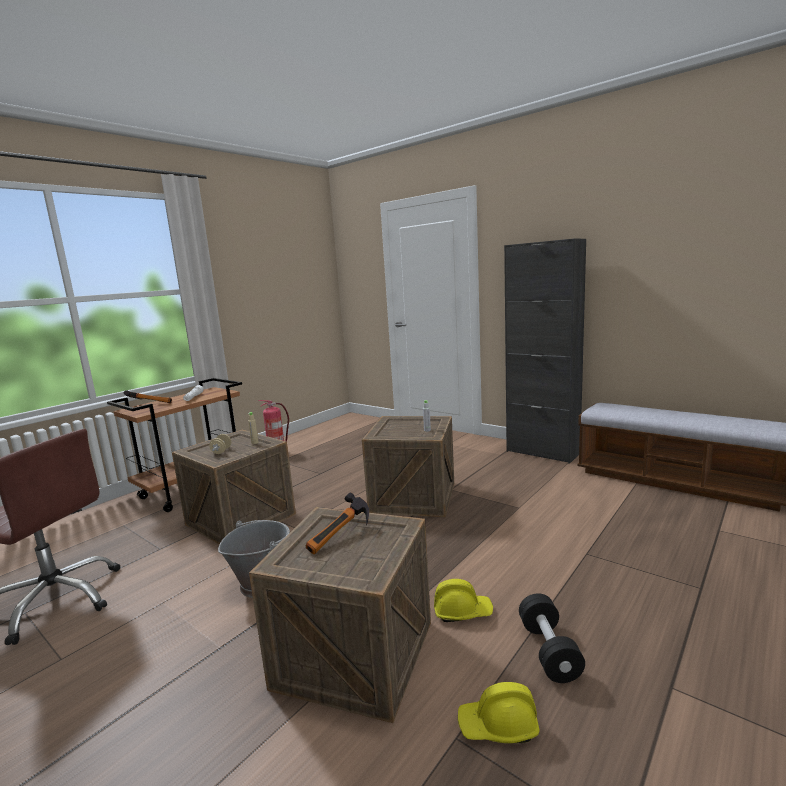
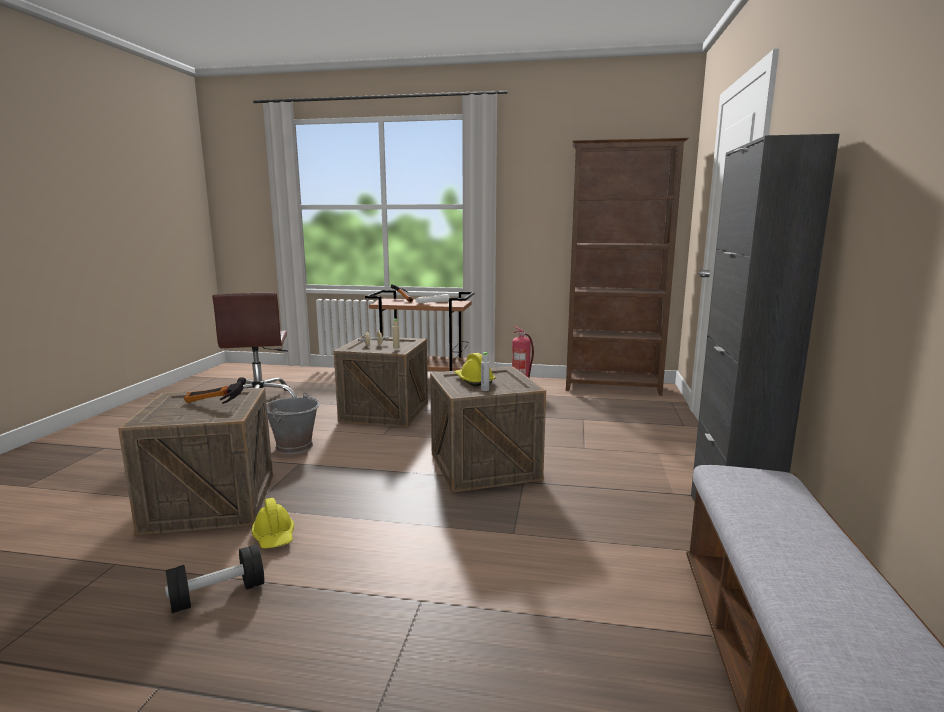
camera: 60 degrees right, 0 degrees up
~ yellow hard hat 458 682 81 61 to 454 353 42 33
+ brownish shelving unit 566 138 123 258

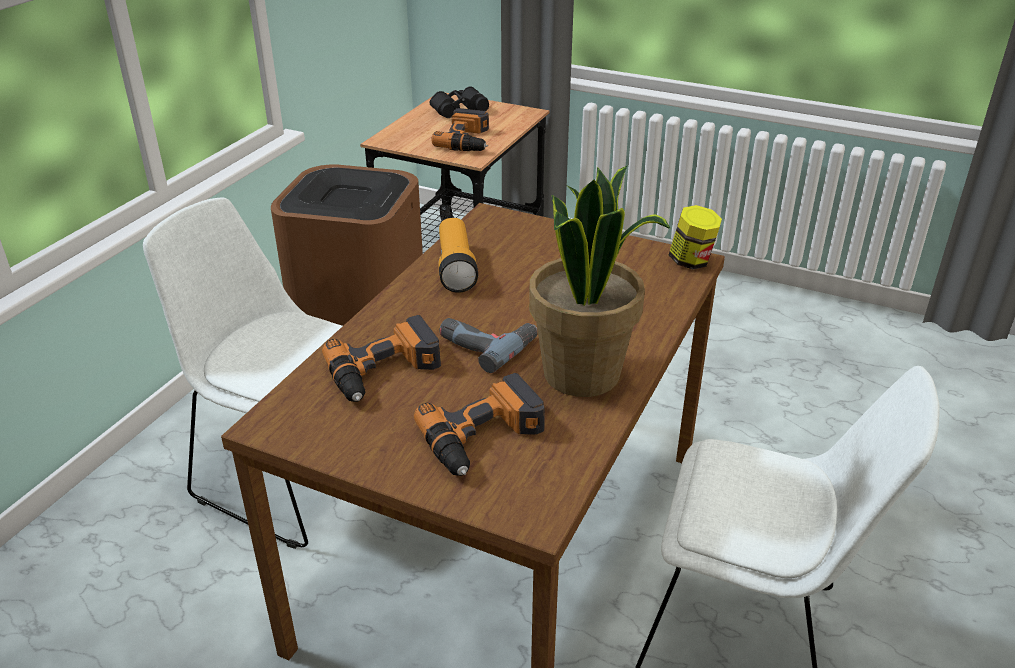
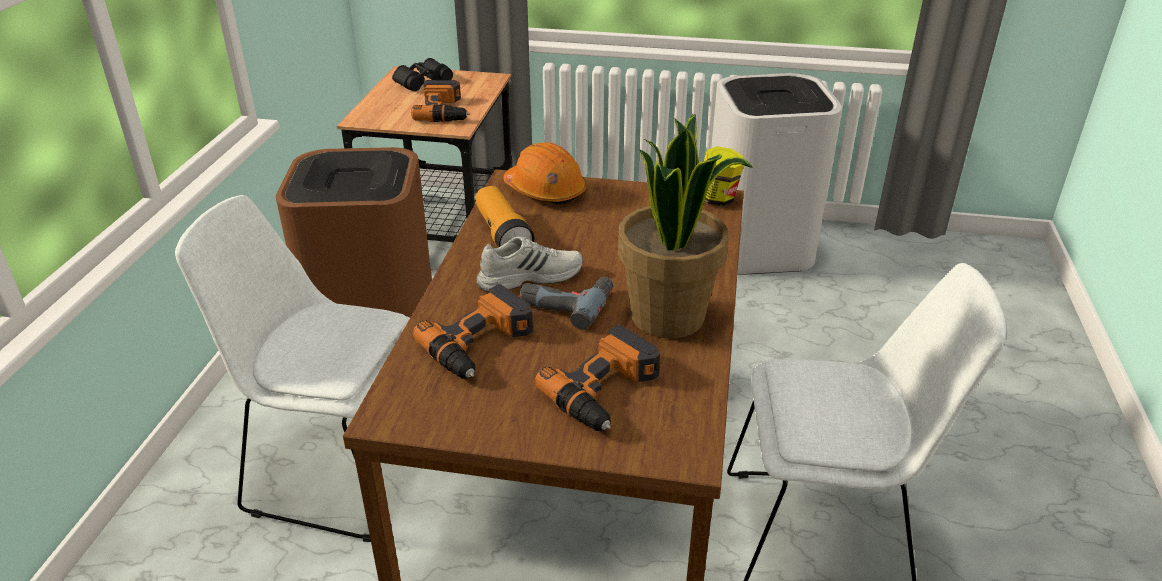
camera: 15 degrees left, 0 degrees up
+ white shoe 477 236 106 55
+ orange hard hat 503 142 83 63
+ white rubbish bin 711 73 131 202

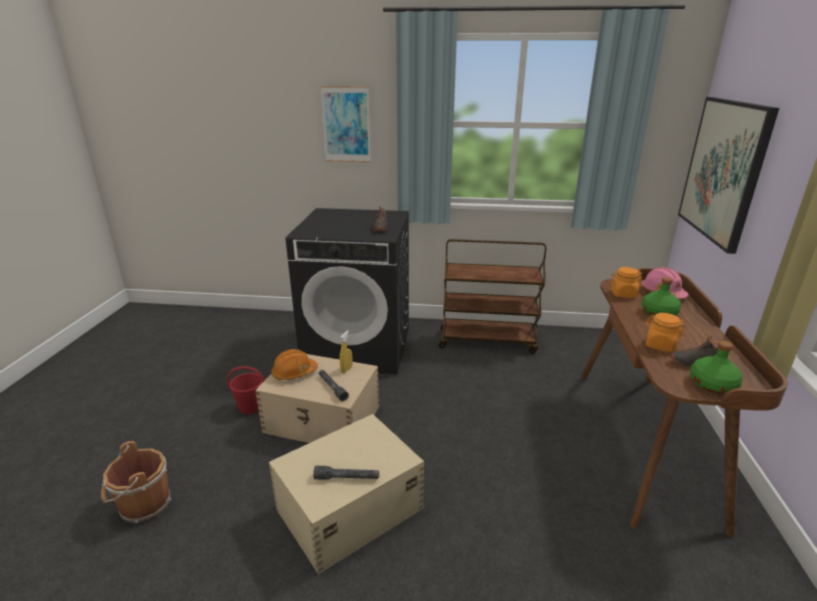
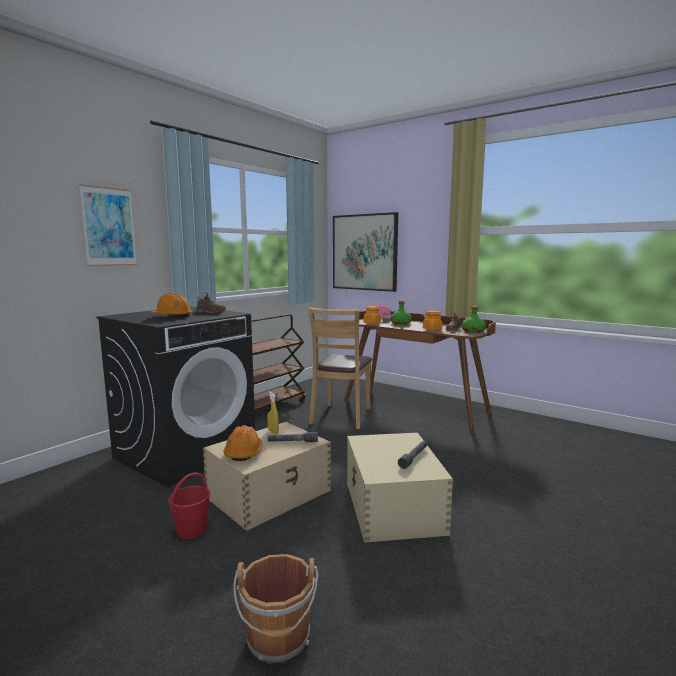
camera: 60 degrees left, 15 degrees down
+ orange hard hat 151 293 42 25
+ brownish plain chair 308 308 64 121

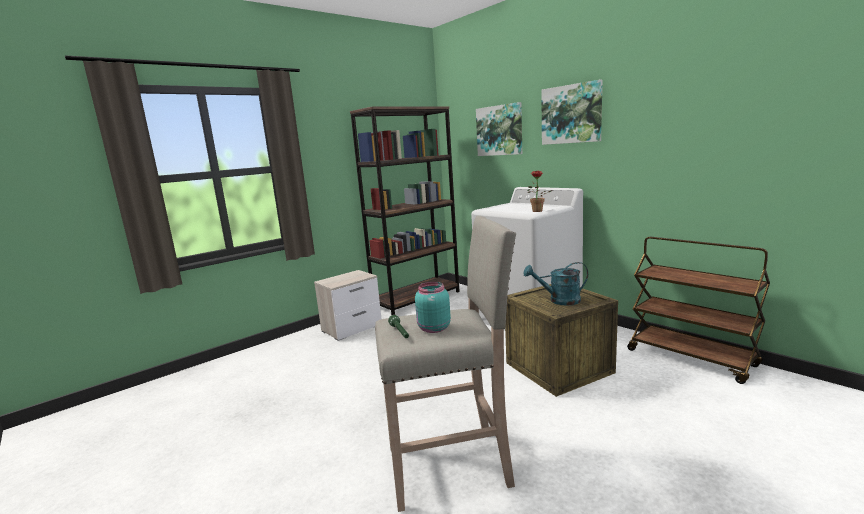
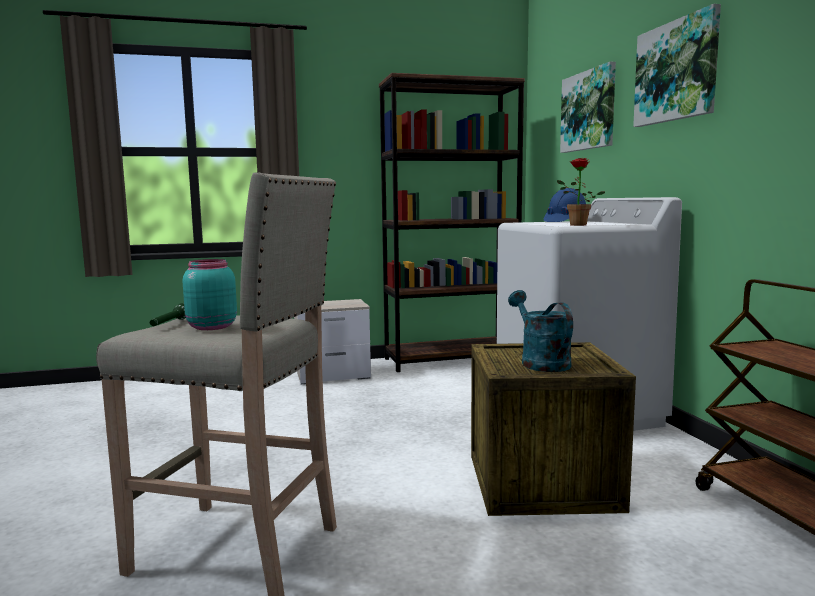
camera: 25 degrees right, 5 degrees down
~ turquoise watering can 524 262 64 44 = 508 290 65 82 45 degrees clockwise
+ blue hard hat 544 188 42 34

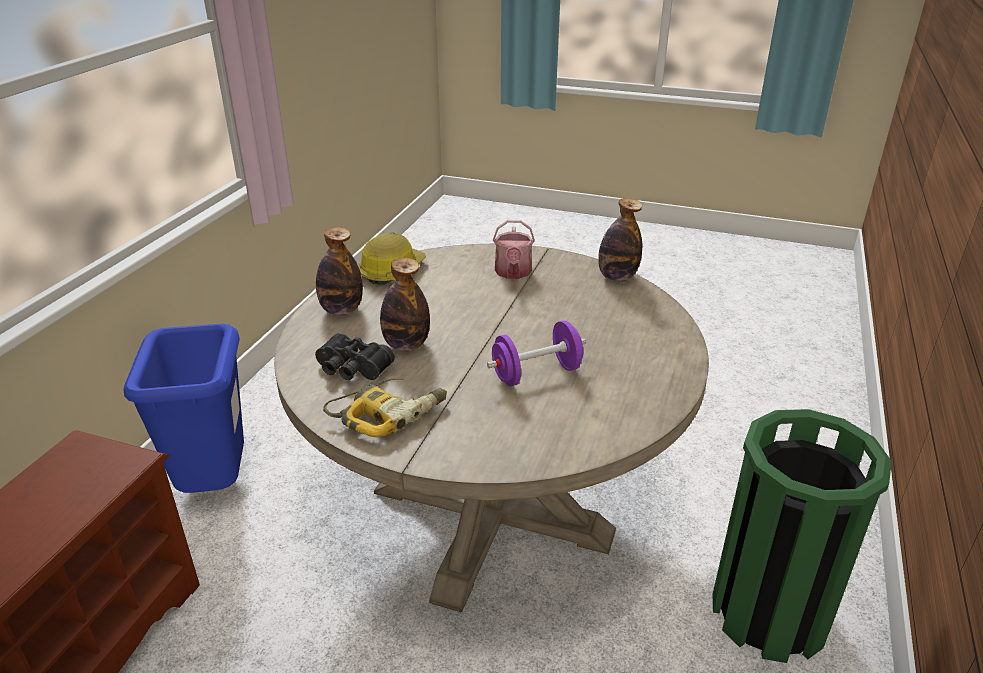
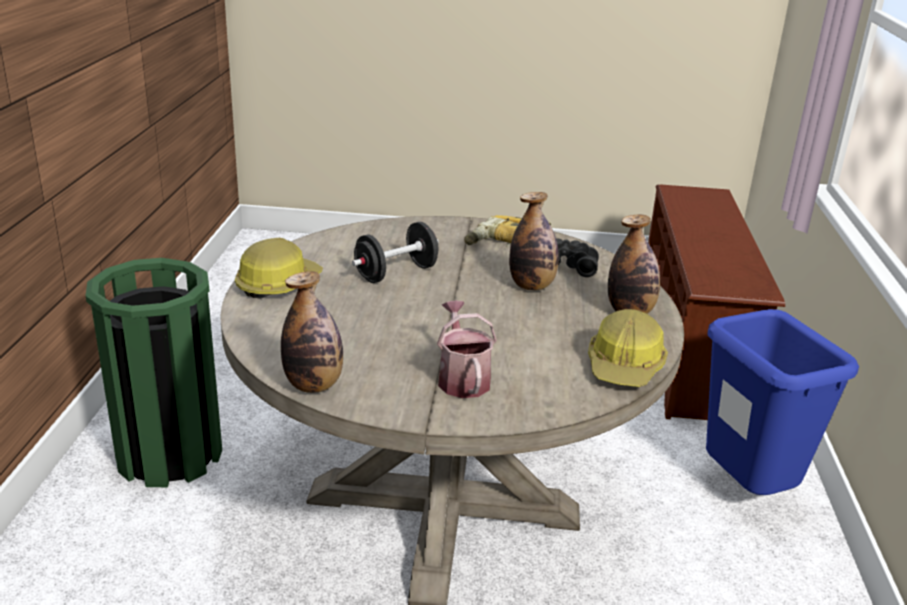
camera: 165 degrees right, 5 degrees down
~ purple hand weight 487 321 99 66 to black hand weight 352 222 87 61
+ hard hat 235 238 88 61

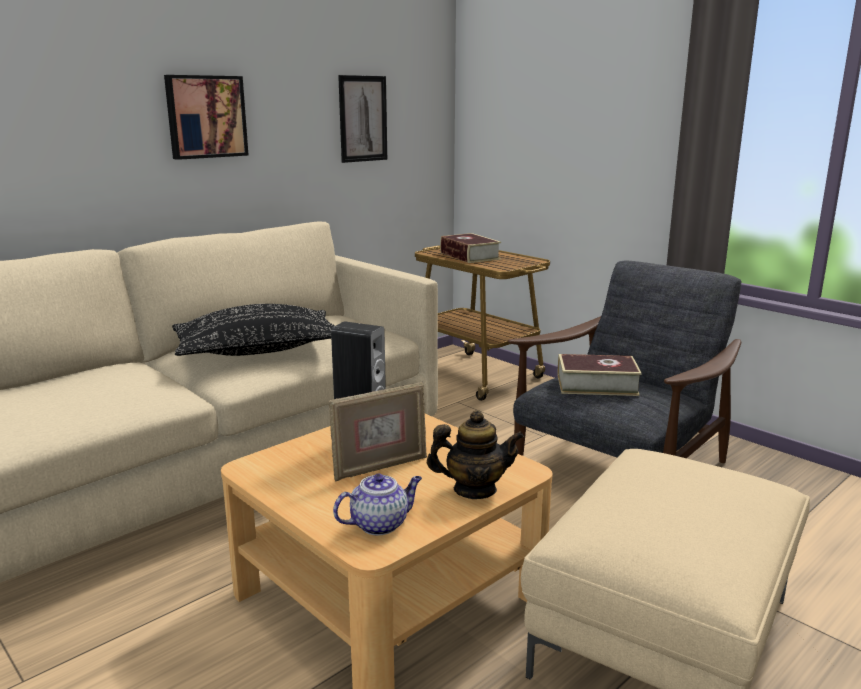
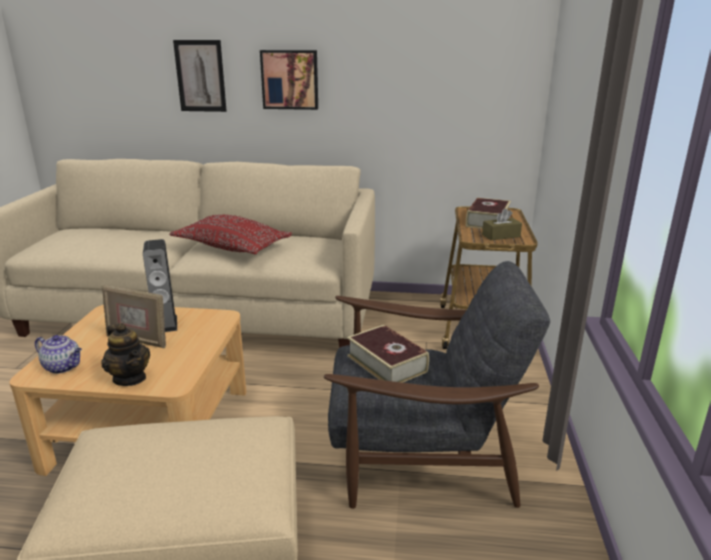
camera: 50 degrees right, 5 degrees up
~ black throw pillow 172 304 163 52 to red-coloured throw pillow 169 215 123 39
~ wall picture 338 75 49 88 to 173 40 54 72
+ brownish tissue box 482 209 40 31

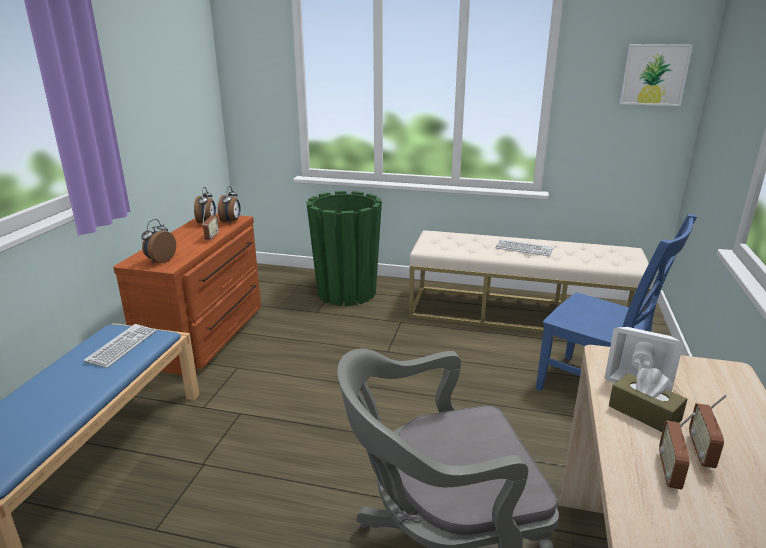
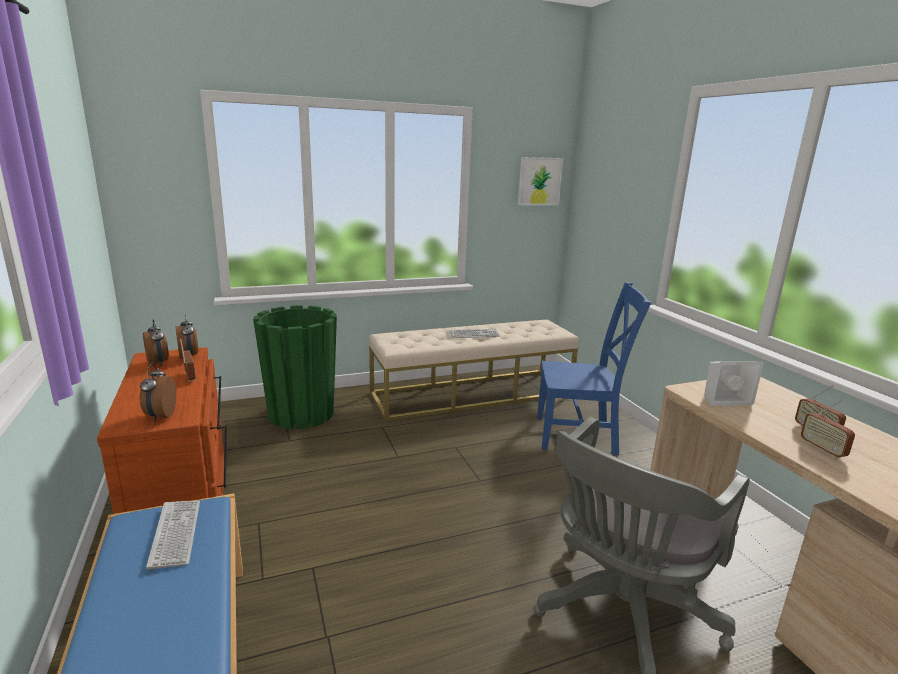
camera: 35 degrees left, 5 degrees down
- brownish tissue box 609 368 78 64

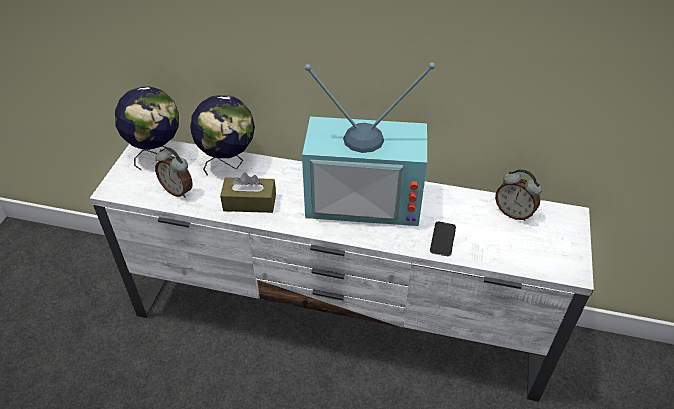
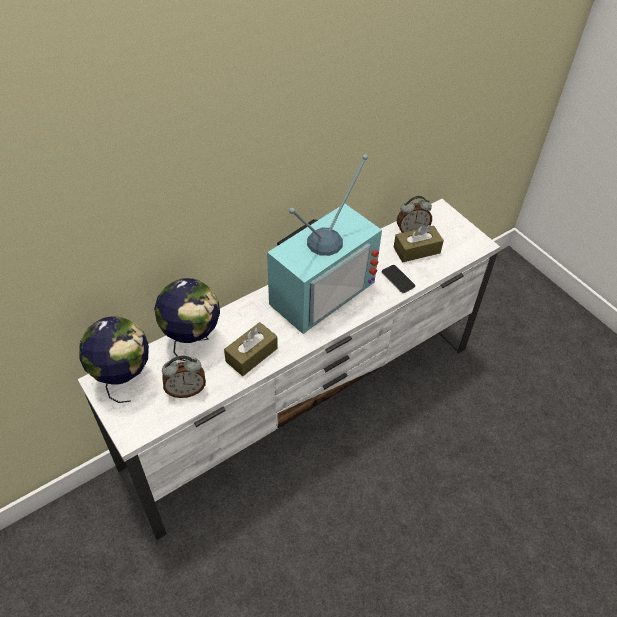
camera: 50 degrees left, 5 degrees up
+ brownish tissue box 393 225 51 37

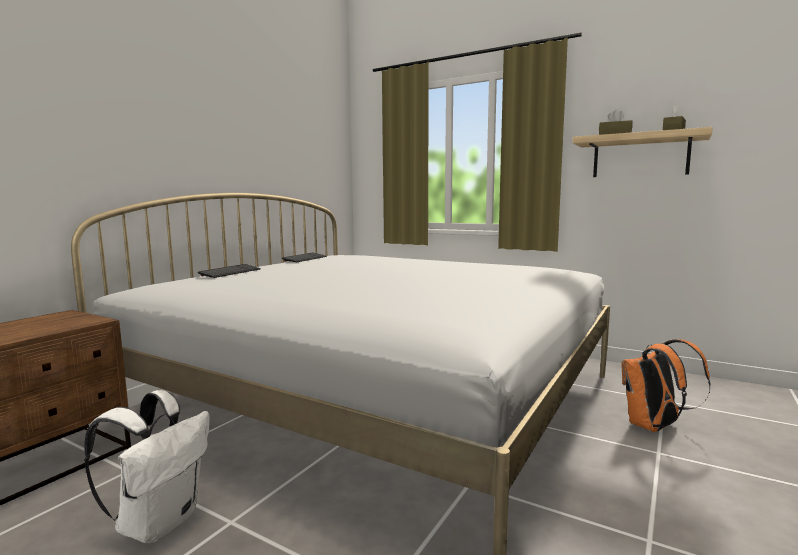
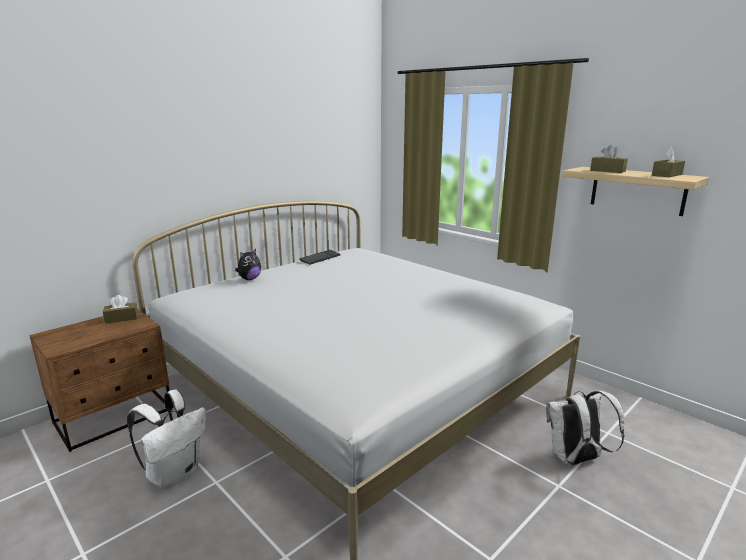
camera: 15 degrees right, 10 degrees up
~ computer keyboard 198 264 62 14 to soft toy 235 249 26 31
~ orange knapsack 622 339 89 93 to white knapsack 546 391 79 75
+ brownish tissue box 103 295 35 28

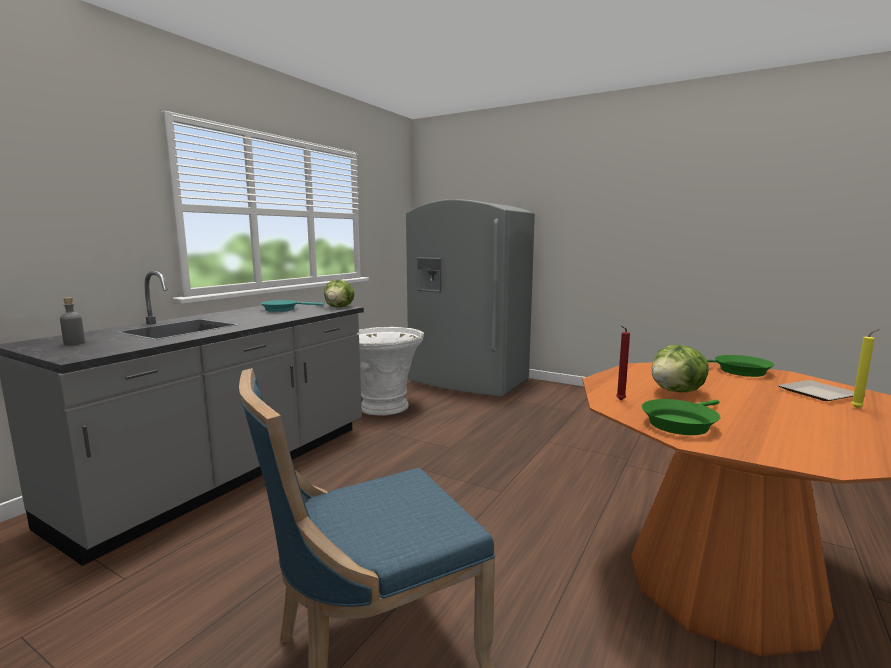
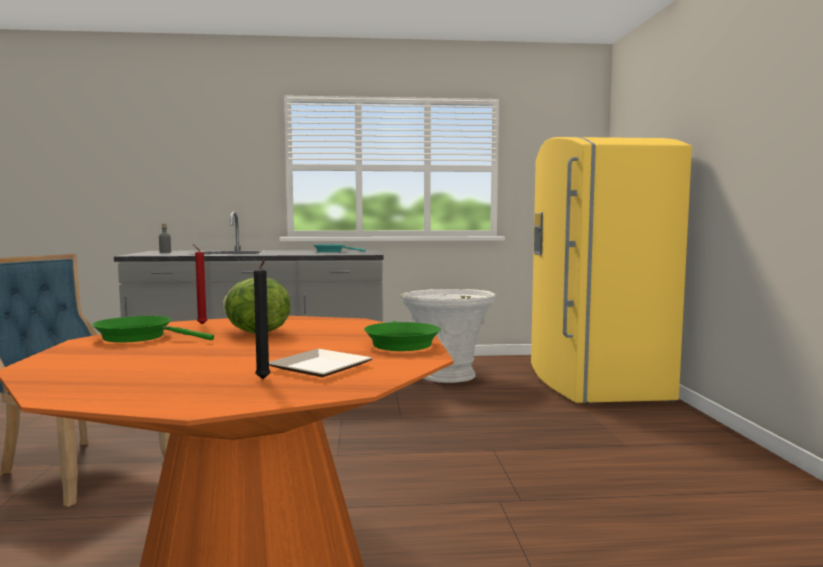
camera: 55 degrees right, 5 degrees down
- head of lettuce 324 280 31 27
~ gray refrigerator 406 199 129 197 to yellow refrigerator 531 137 161 267
~ yellow wax light 851 329 28 79 to black wax light 254 259 17 120

